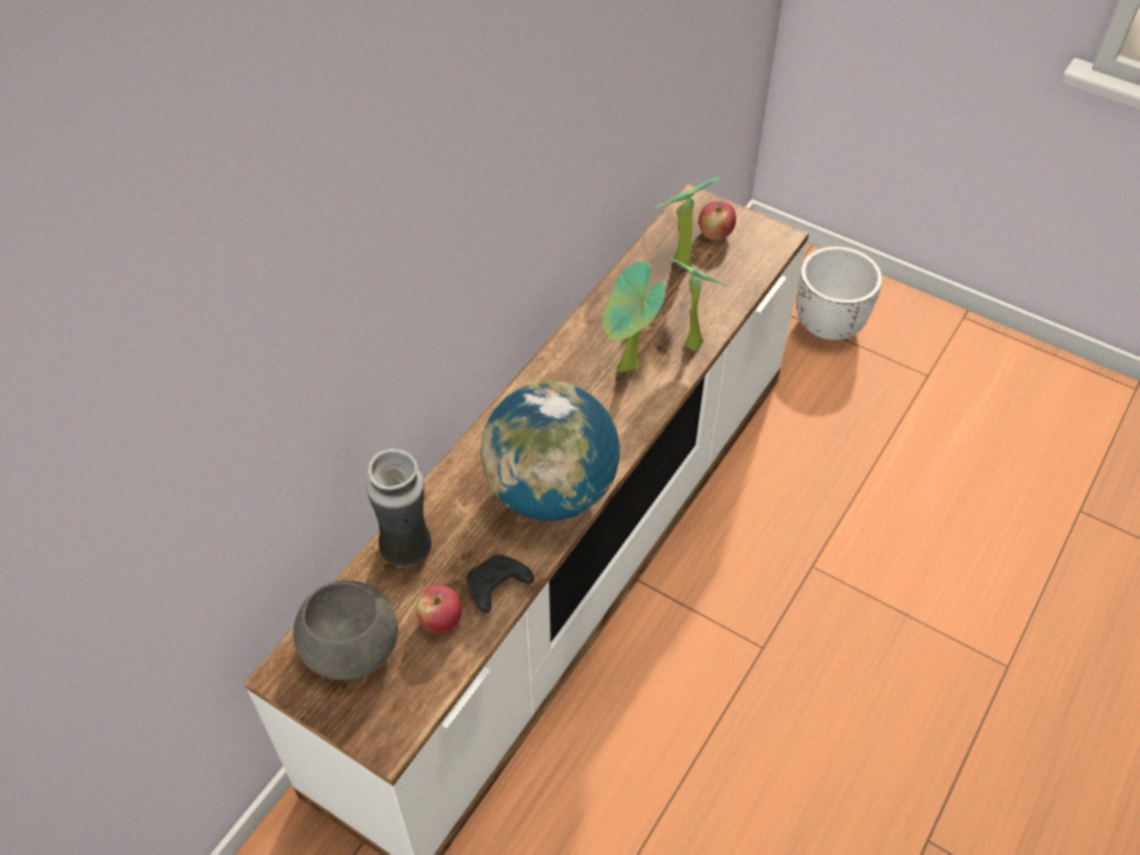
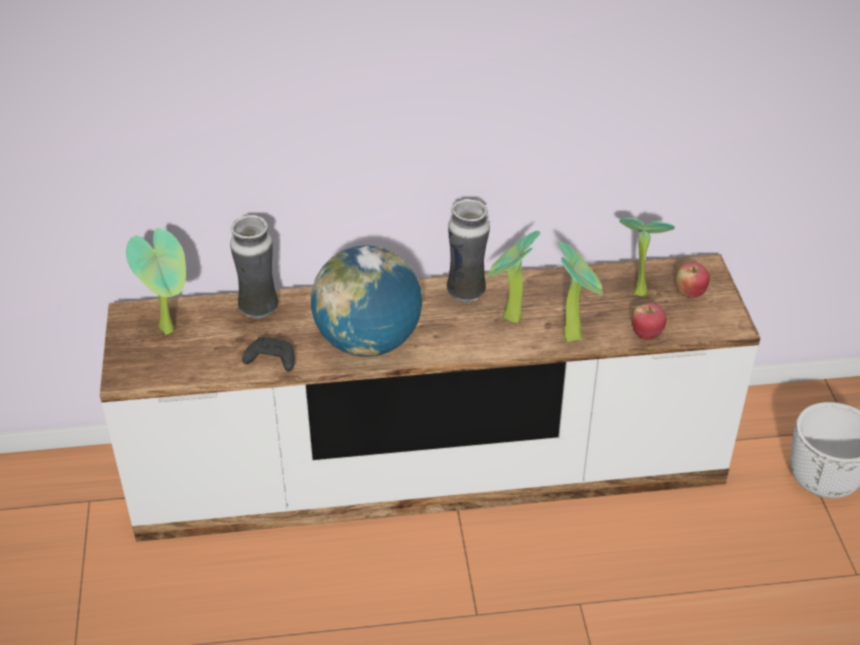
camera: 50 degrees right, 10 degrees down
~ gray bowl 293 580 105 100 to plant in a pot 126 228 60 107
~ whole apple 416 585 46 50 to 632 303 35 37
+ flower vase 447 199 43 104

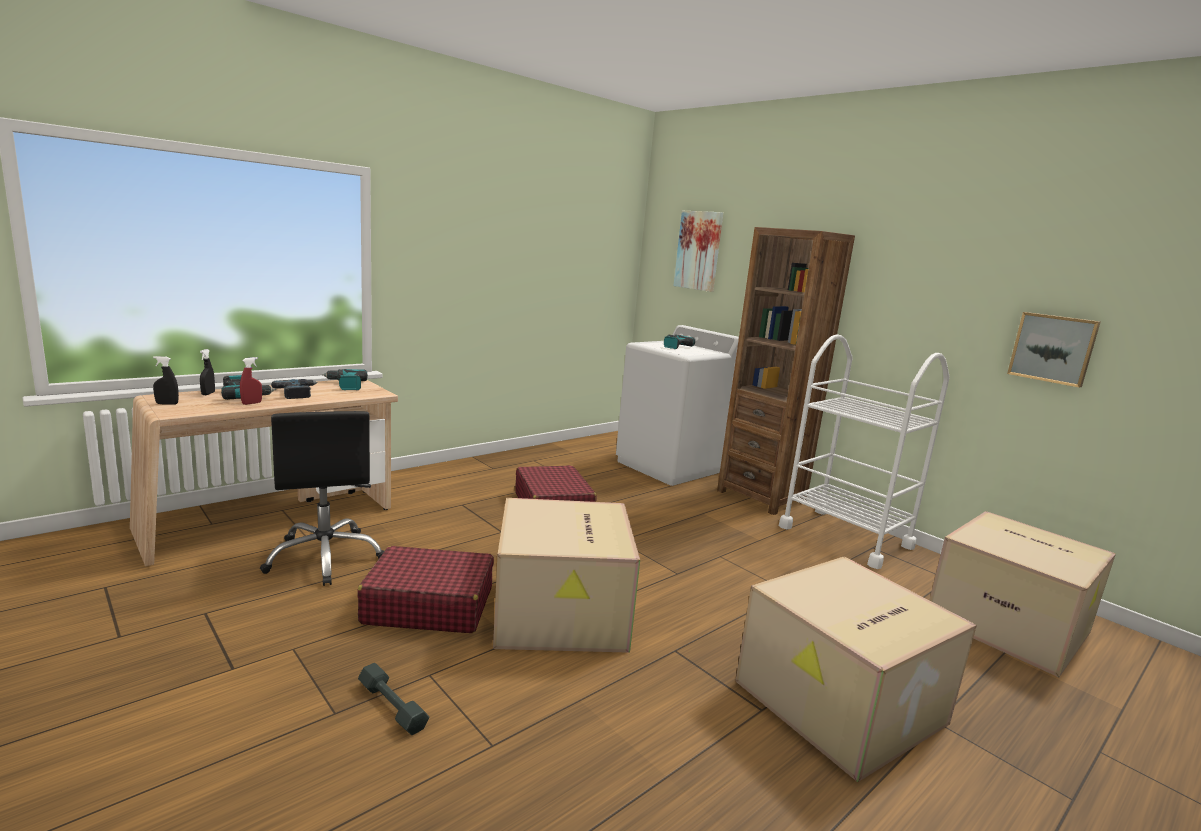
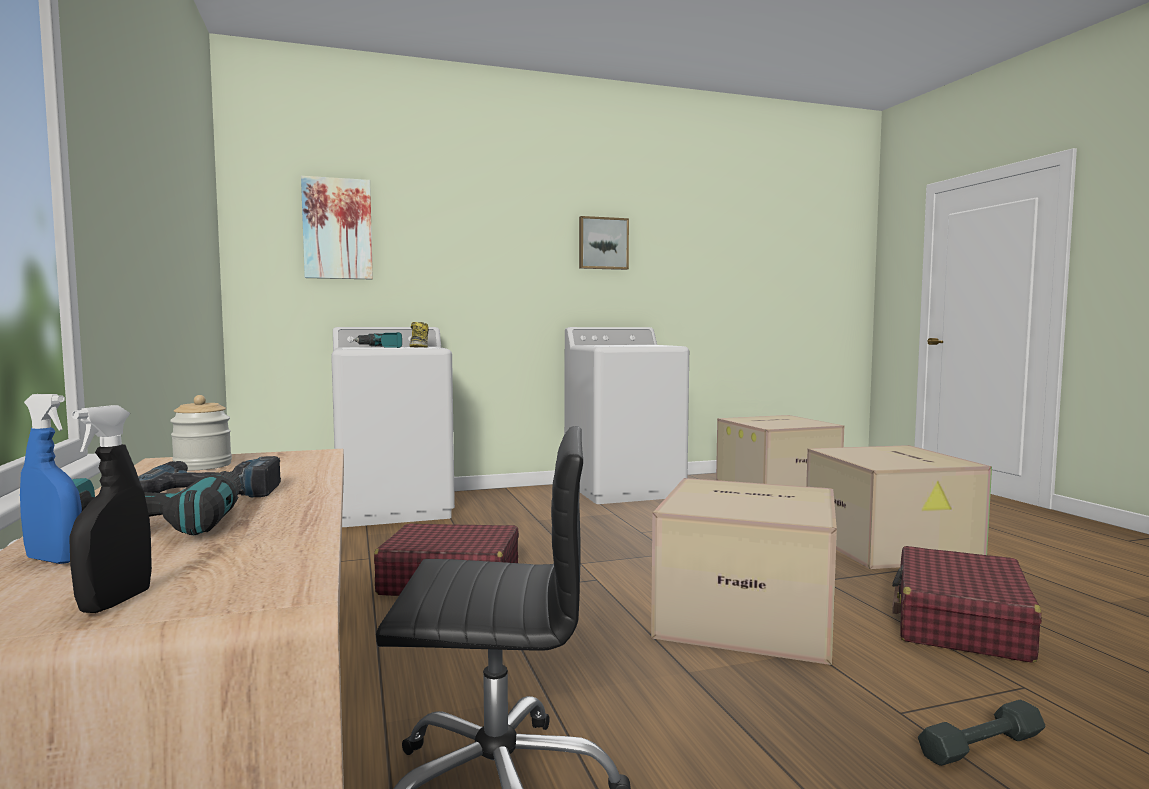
camera: 65 degrees left, 10 degrees down
~ black spray bottle 200 349 15 46 to blue spray bottle 20 394 62 170
- red-coloured spray bottle 240 357 22 48
~ power drill 322 369 46 21 to preserve jar 170 395 62 75
~ red-coloured travel case 357 546 137 87 to 892 546 150 117
- brownish shelving unit 717 227 138 288
~ white cart 779 334 171 235 to white washing machine 564 327 125 177
~ wall picture 1007 312 93 76 to 579 216 50 54
+ tall boot 409 322 20 25

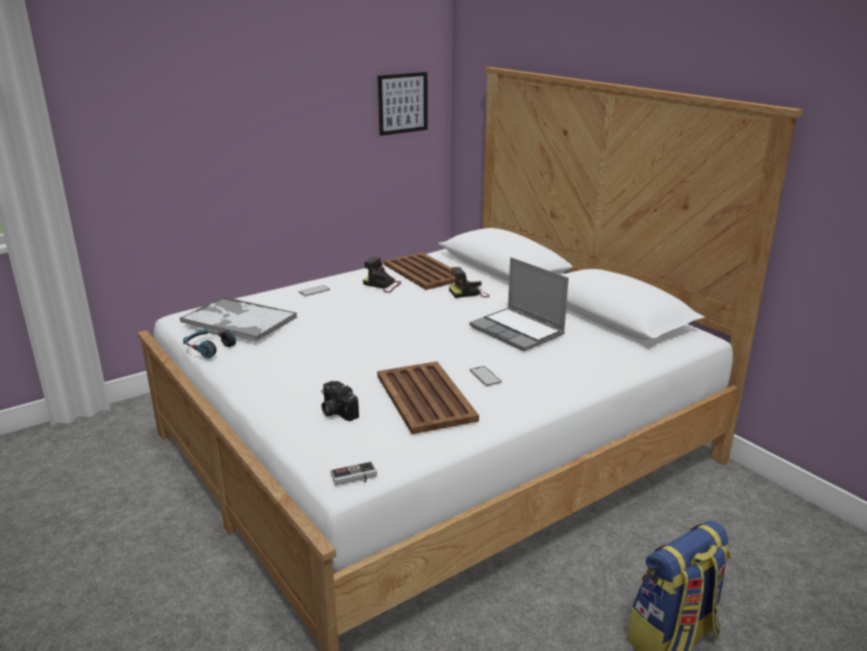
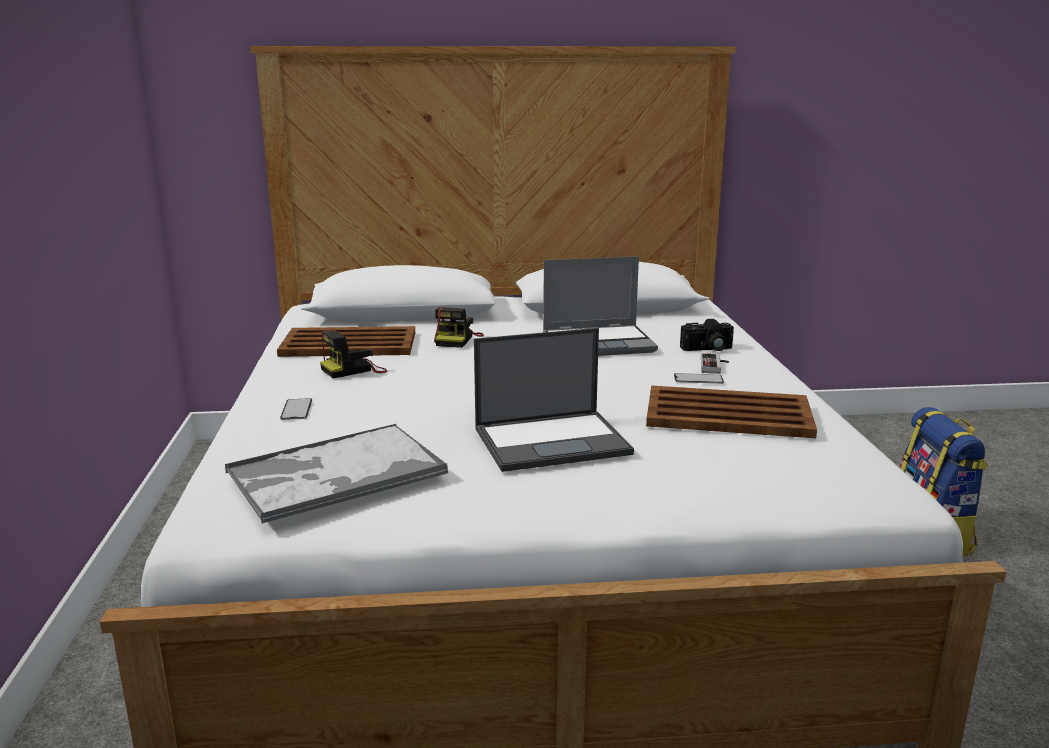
camera: 60 degrees left, 5 degrees down
- headphones 183 329 53 29
~ still camera 322 381 37 40 to 680 319 54 32
~ joypad 331 461 46 24 to 701 353 28 21
- wall picture 378 72 50 64
+ portable computer 474 328 160 144

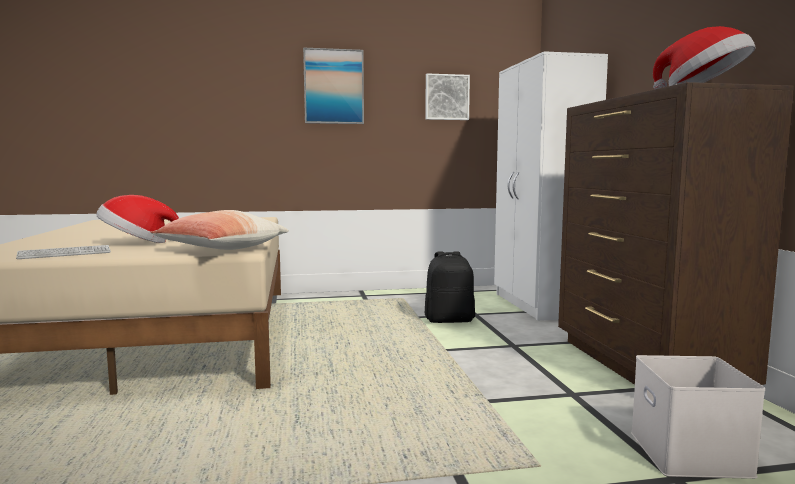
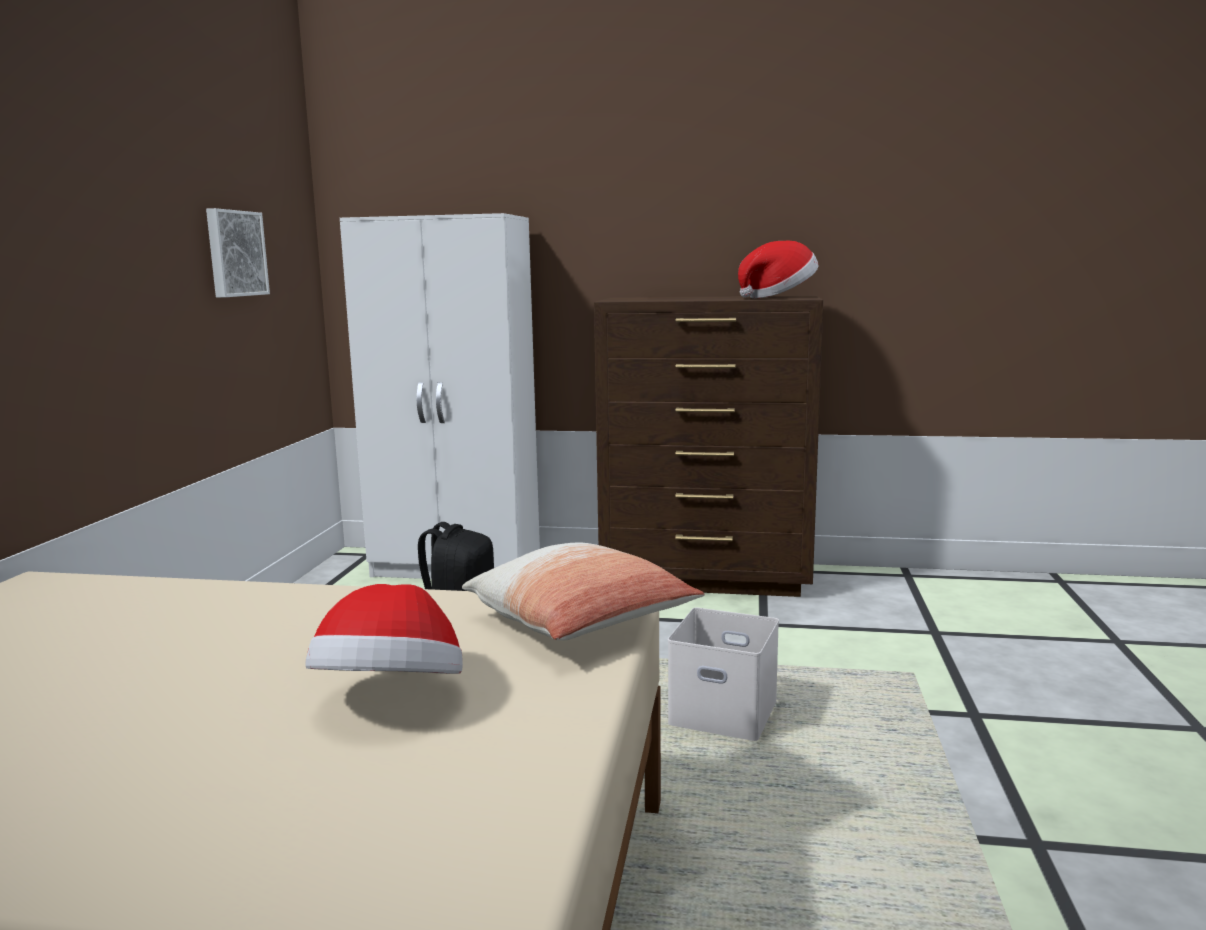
camera: 70 degrees left, 5 degrees up
- computer keyboard 16 245 95 14
- wall picture 303 48 61 76
~ white storage box 631 355 134 124 to 668 607 111 134

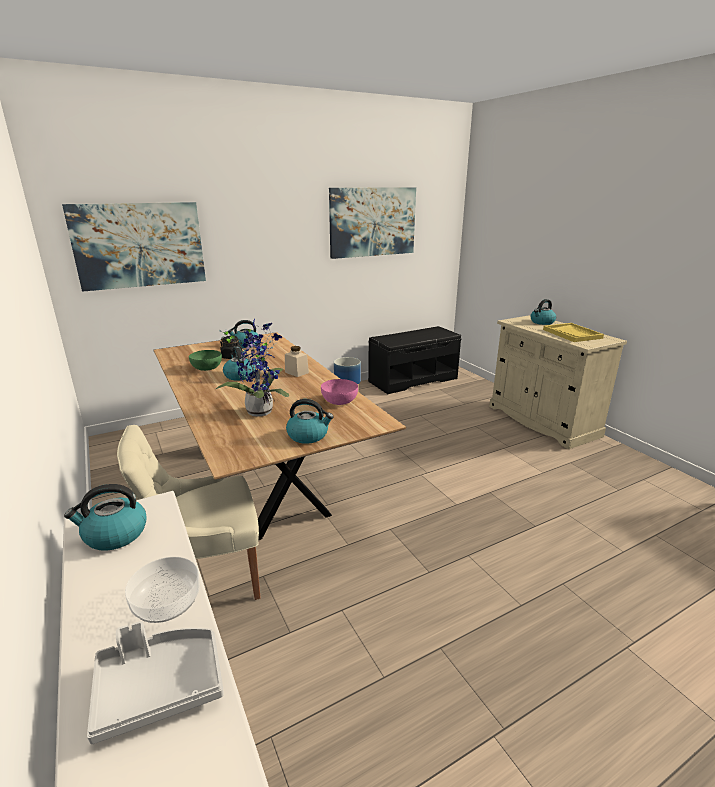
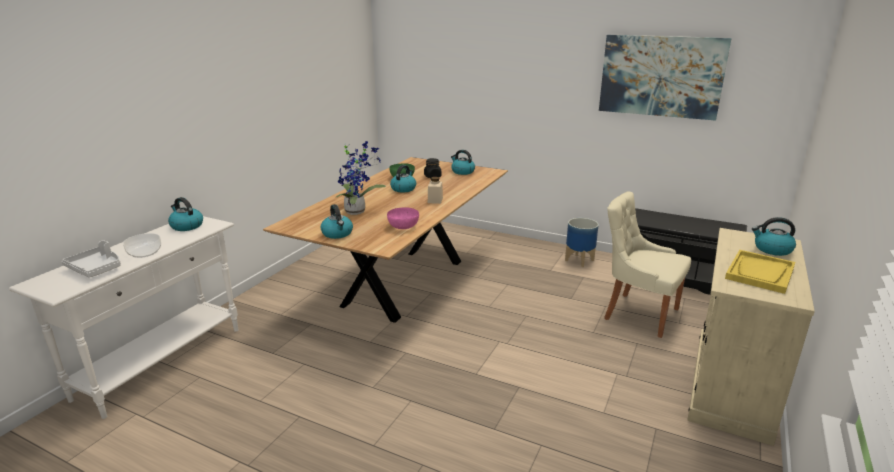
camera: 55 degrees right, 0 degrees up
- wall picture 62 202 144 90
~ beige-coloured plain chair 117 425 144 175 to 604 191 87 147

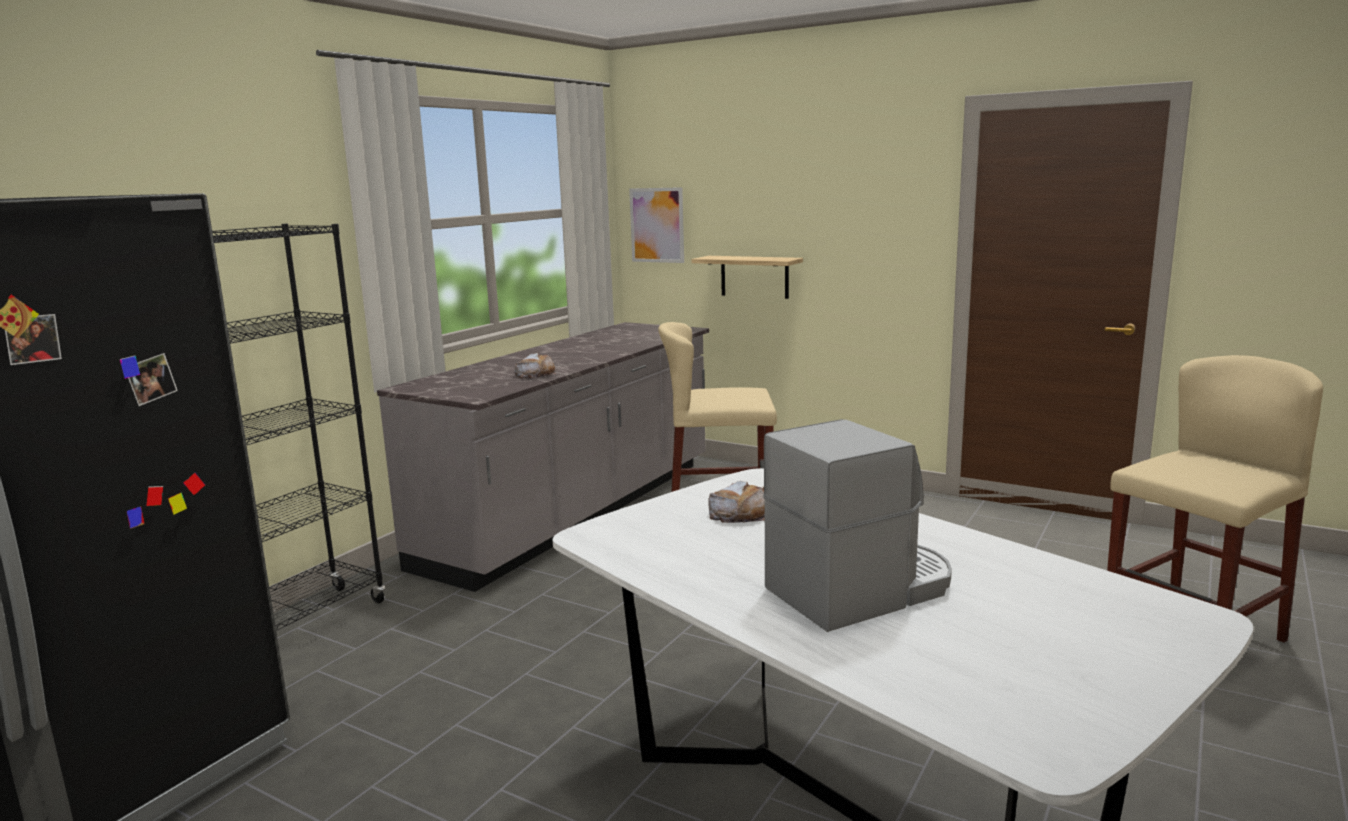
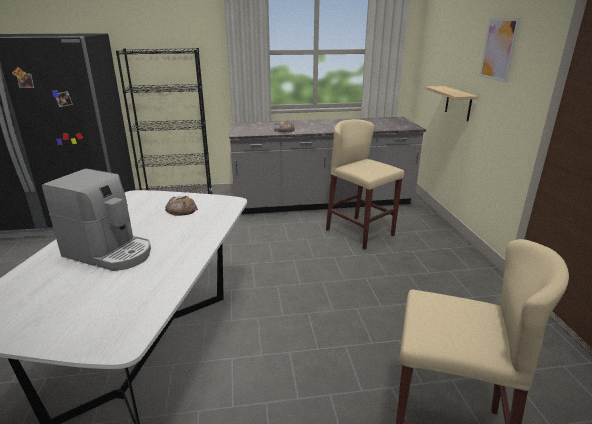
camera: 50 degrees right, 10 degrees up
~ wall picture 629 187 55 76 to 479 18 41 64

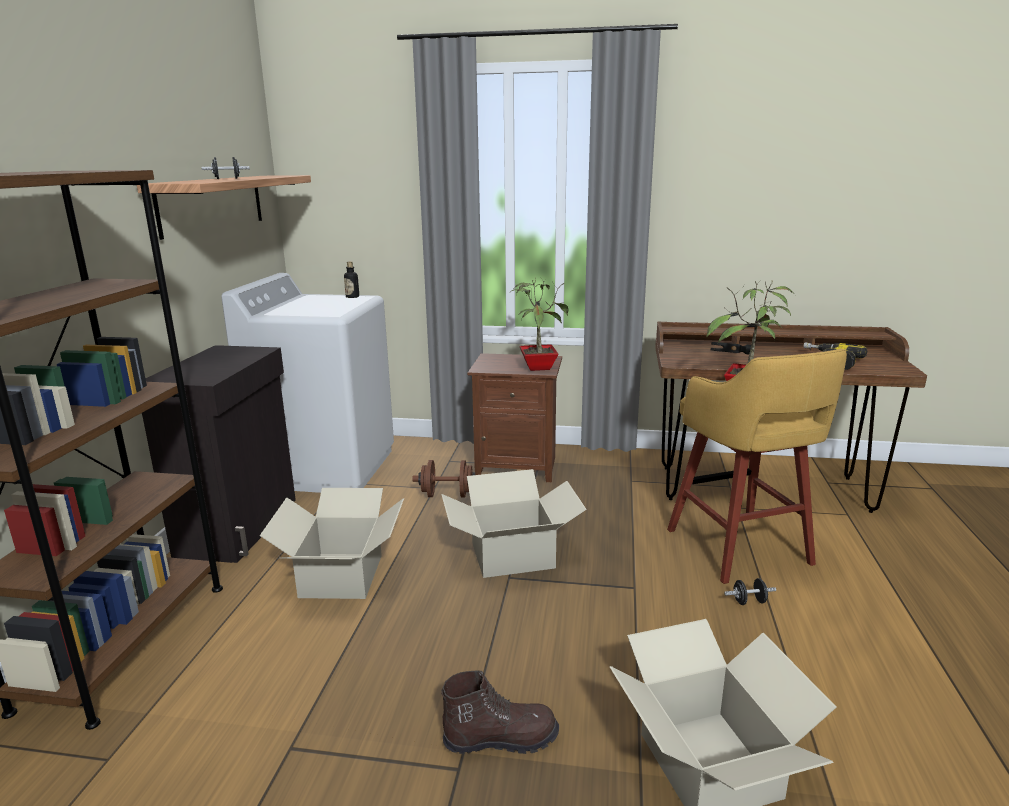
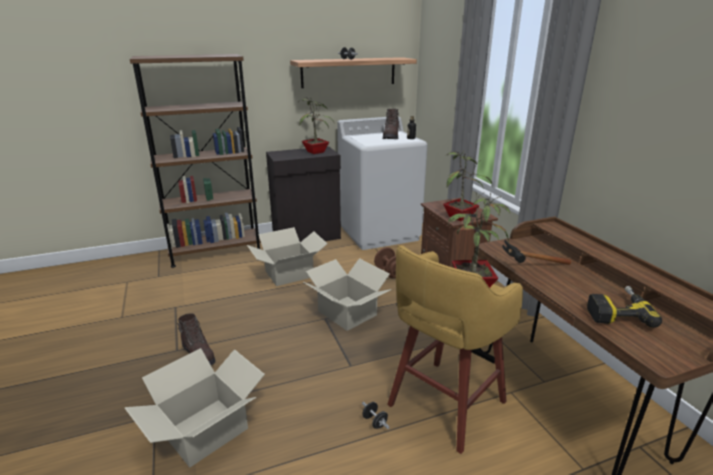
camera: 60 degrees right, 5 degrees up
+ plant in a pot 299 97 36 57
+ brownish tall boot 382 109 18 30

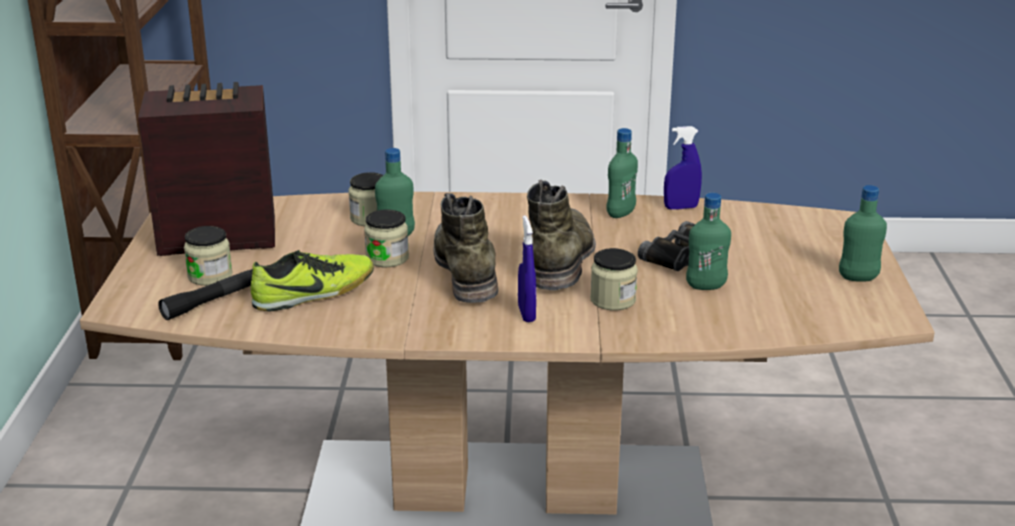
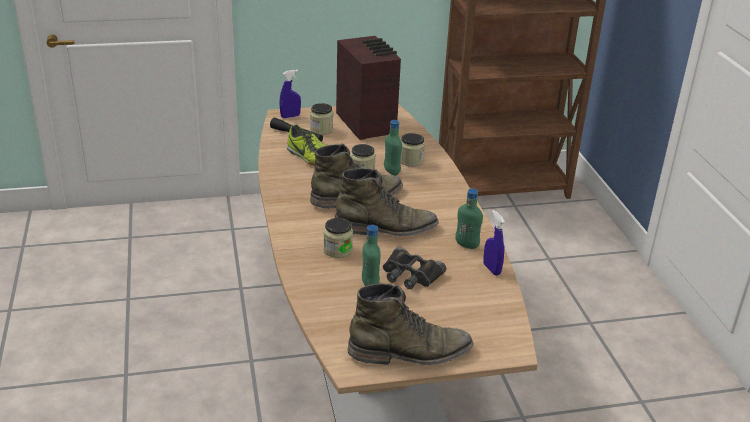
camera: 75 degrees right, 5 degrees up
~ blue spray bottle 518 215 18 107 to 279 70 22 48
~ green bottle 839 185 48 97 to green tall boot 348 283 125 82

